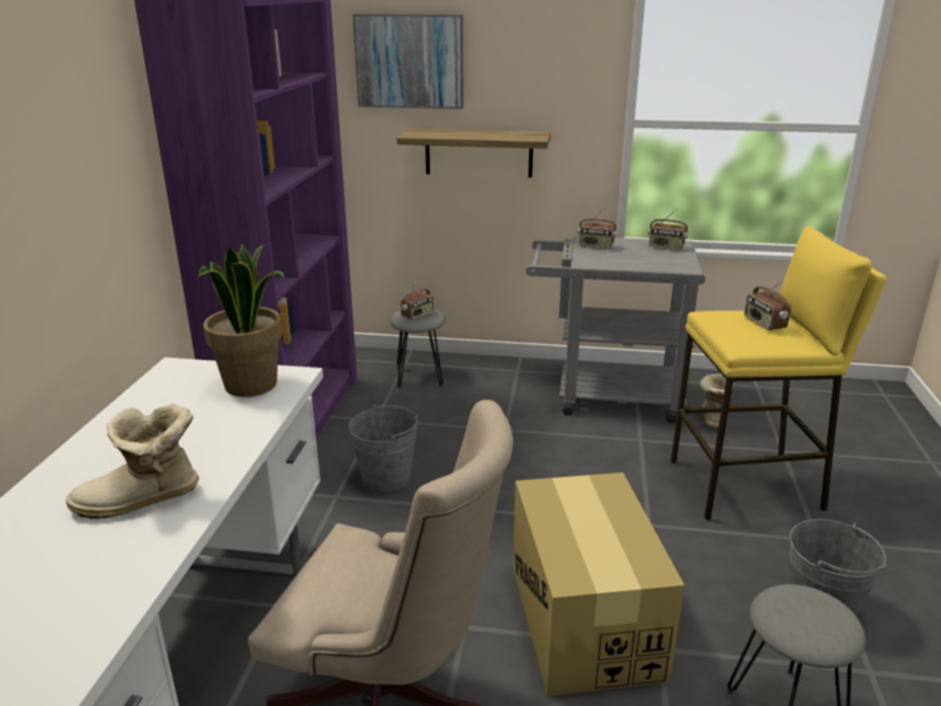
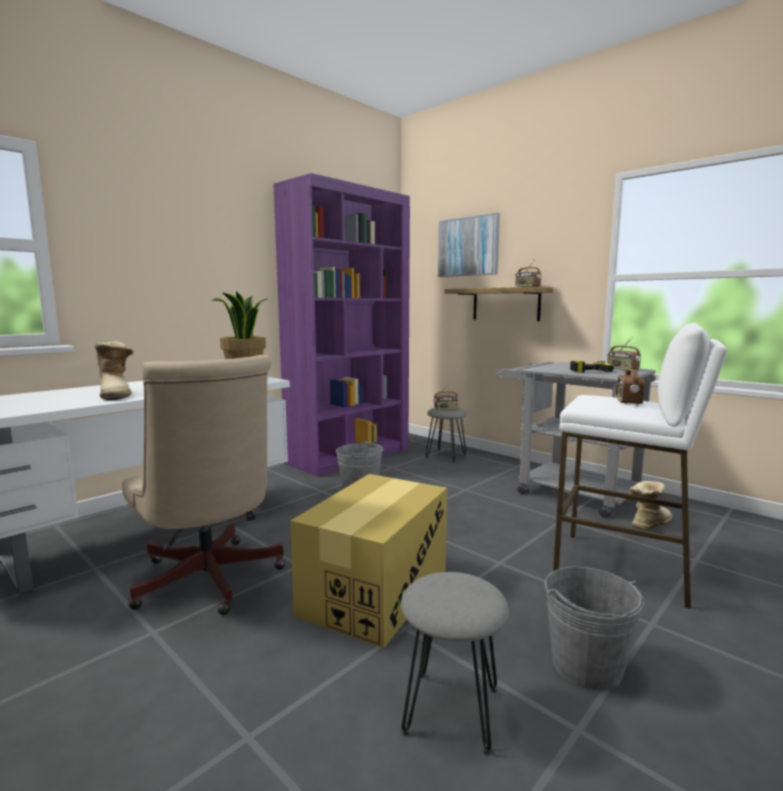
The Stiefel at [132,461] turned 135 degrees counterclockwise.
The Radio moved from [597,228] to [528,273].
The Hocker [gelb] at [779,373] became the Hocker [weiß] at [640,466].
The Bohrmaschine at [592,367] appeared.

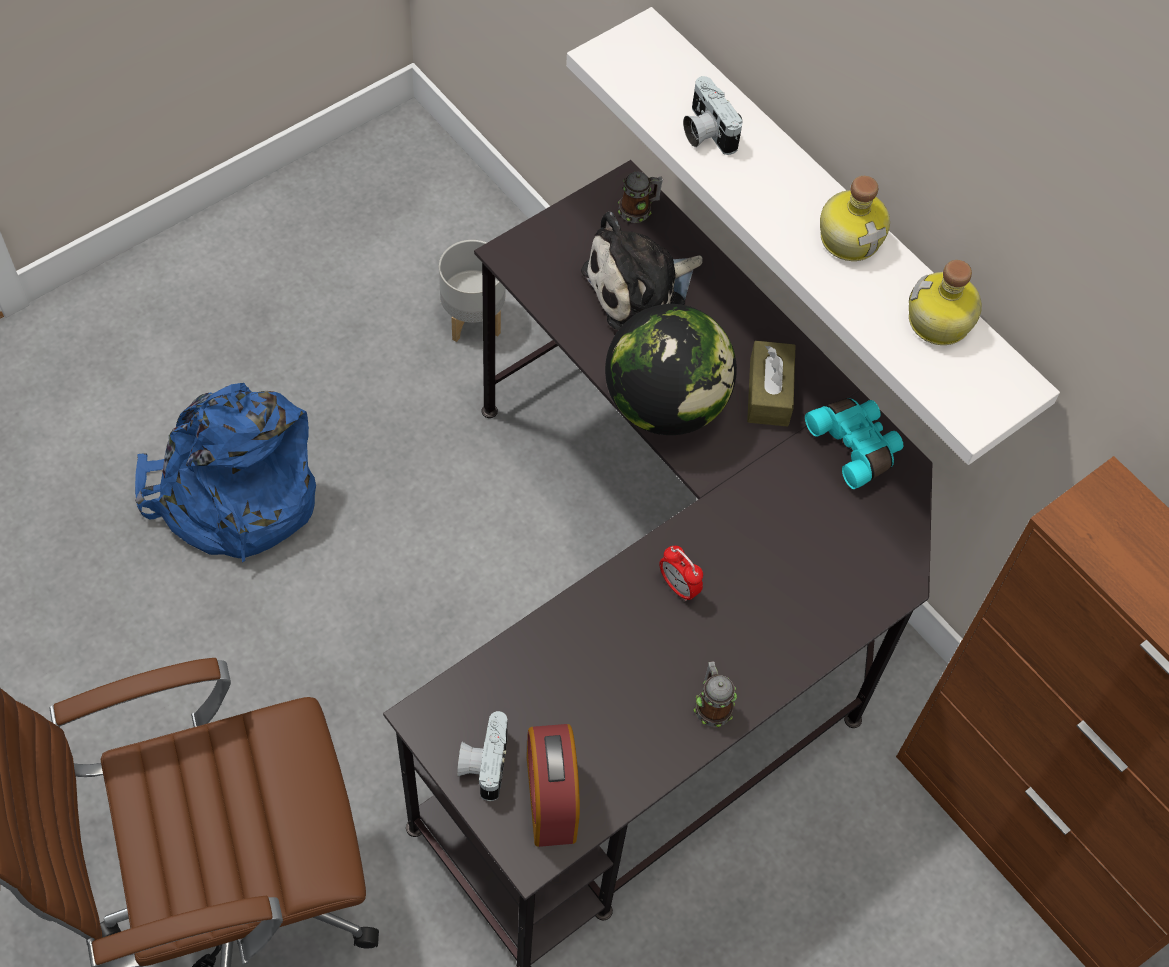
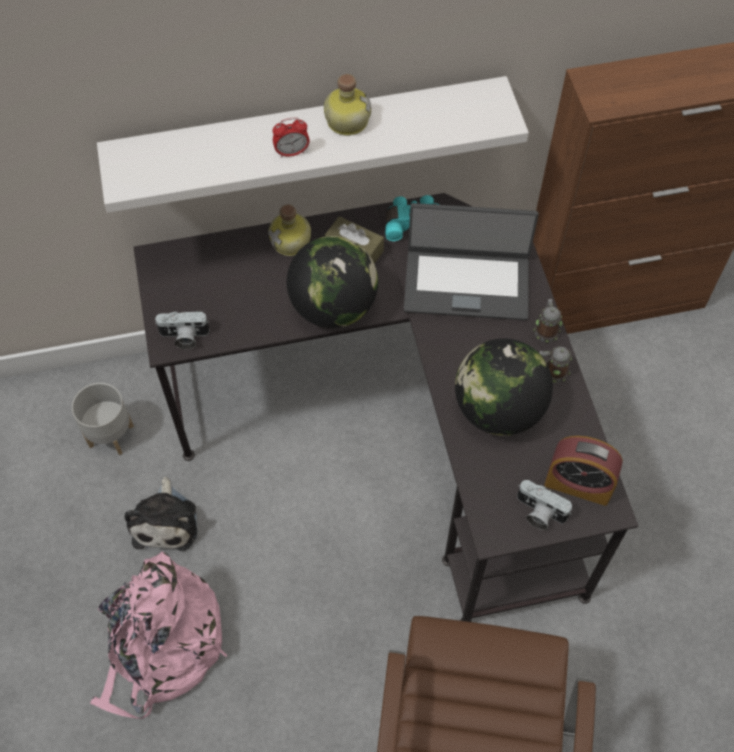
The Rucksack [blau] at [225,472] became the Rucksack [rosa] at [158,635].
The Plüschtier moved from [642,271] to [161,514].
The Kamera moved from [713,115] to [182,330].
The Flasche moved from [945,302] to [289,230].
The Wecker moved from [681,573] to [291,137].
The Laptop at [471,261] appeared.
The Globus at [504,387] appeared.
The Henkelbecher moved from [640,197] to [547,321].

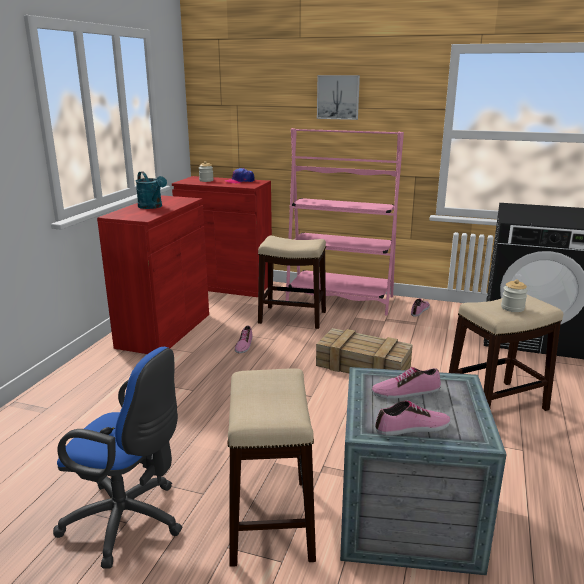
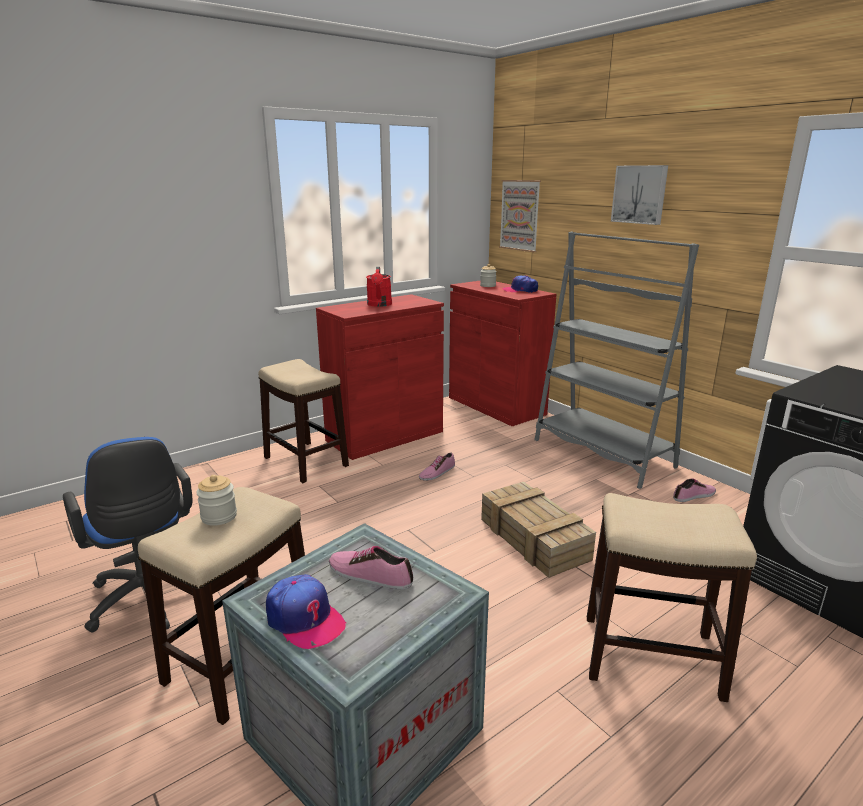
The Vorratsglas moved from [514,295] to [216,500].
The Hocker moved from [292,282] to [303,421].
The Schuh at [413,418] was replaced by the Kappe at [306,611].
The Gießkanne [türkis] at [151,190] became the Gießkanne [rot] at [379,287].
The Bild at [520,216] appeared.
The Bücherregal [rosa] at [345,222] became the Bücherregal [grau] at [616,360].

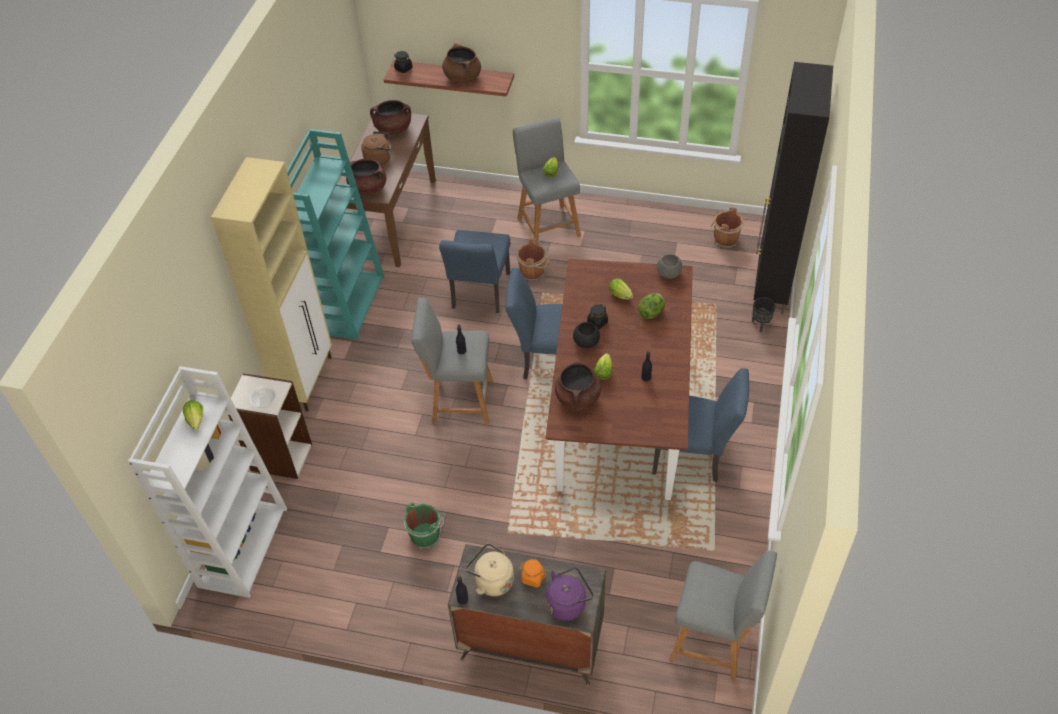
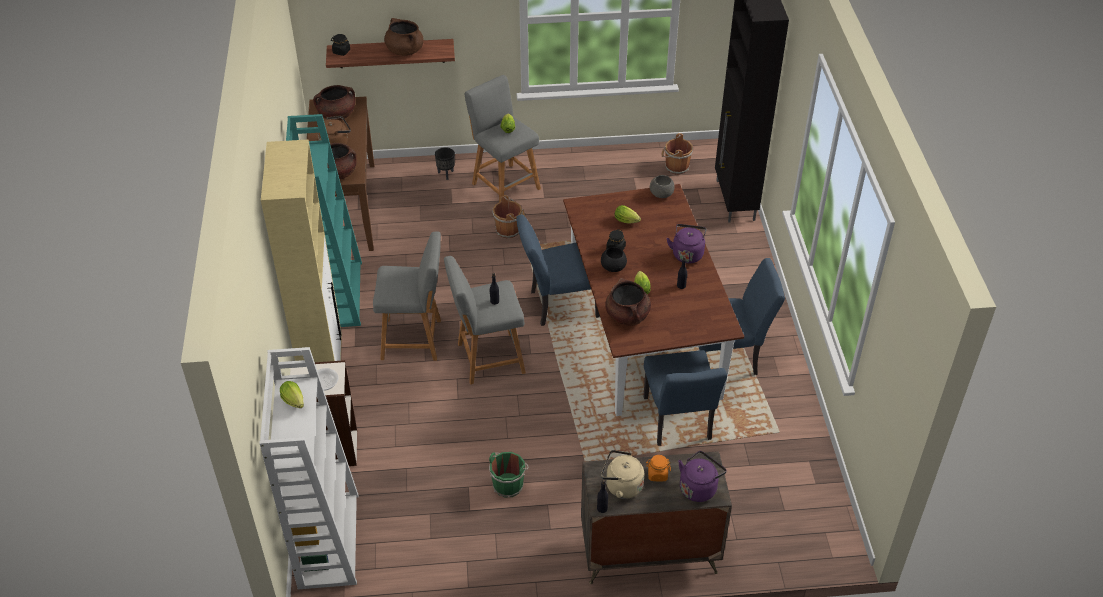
The Hocker [grau] moved from [723,615] to [407,296].
The Pflanzkübel [schwarz] moved from [764,314] to [445,163].
The Stuhl [blau] moved from [474,271] to [685,398].
The Wasserkessel [lila] at [686,243] appeared.
The Salatkopf at [651,306] disappeared.

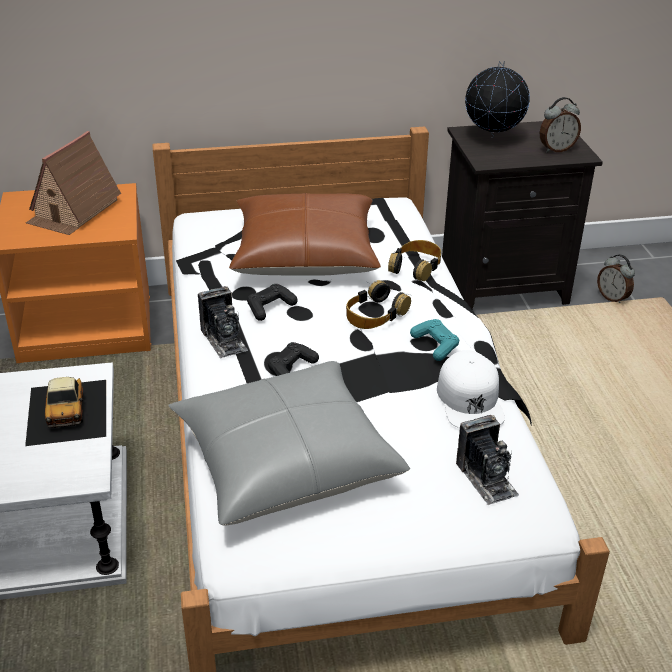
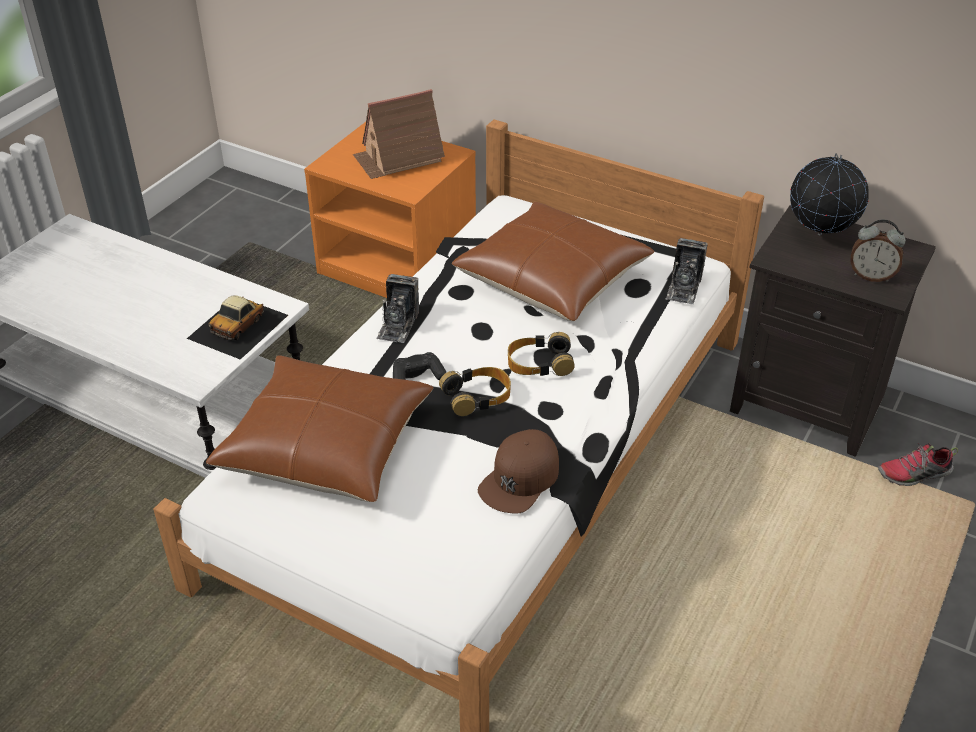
The Kissen [grau] at [289,443] became the Kissen [braun] at [319,428].
The Kopfhörer moved from [414,260] to [475,391].
The Kappe [weiß] at [471,389] became the Kappe [braun] at [518,471].
The Kamera moved from [487,460] to [687,271].
The Wecker at [616,278] was replaced by the Schuh at [918,464].
The Gamepad [schwarz] at [272,302] disappeared.
The Gamepad [türkis] at [434,340] disappeared.

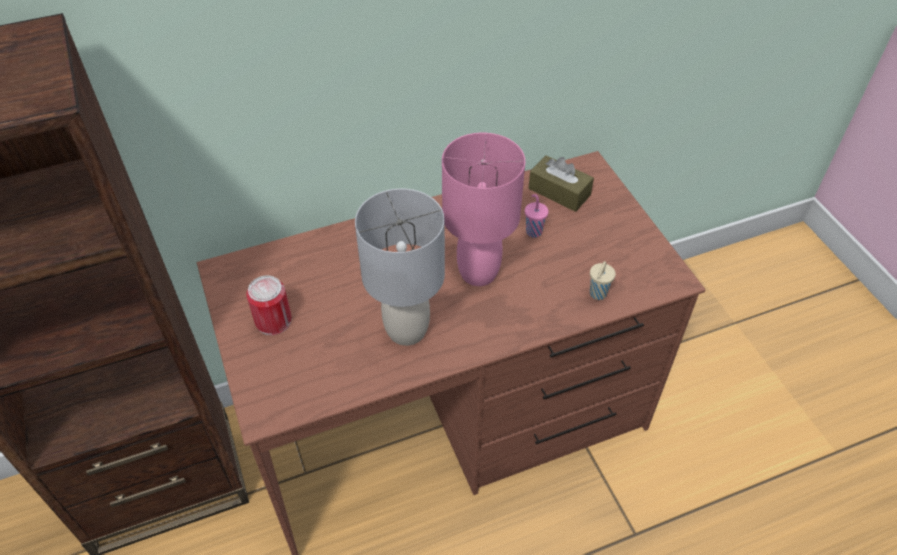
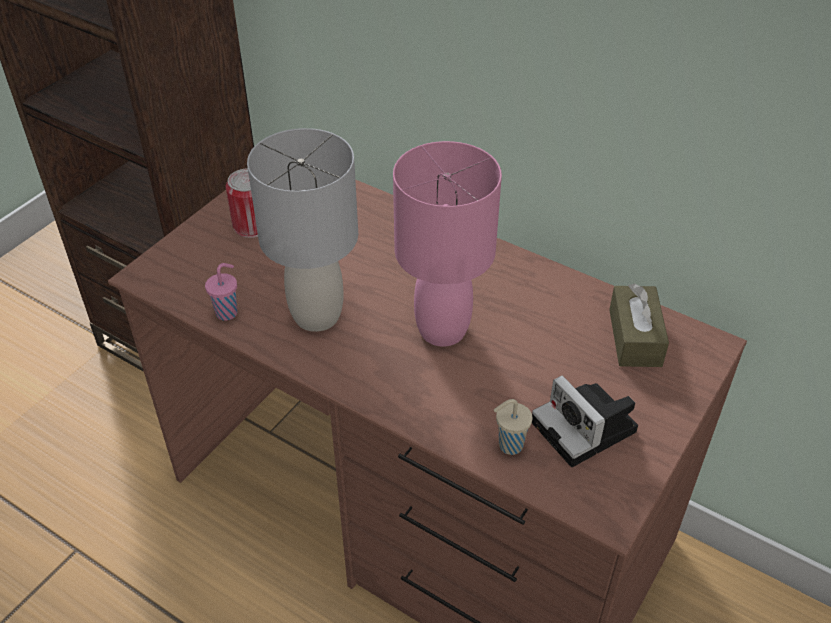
The Tasse [rosa] moved from [537,216] to [221,292].
The Kamera at [585,421] appeared.

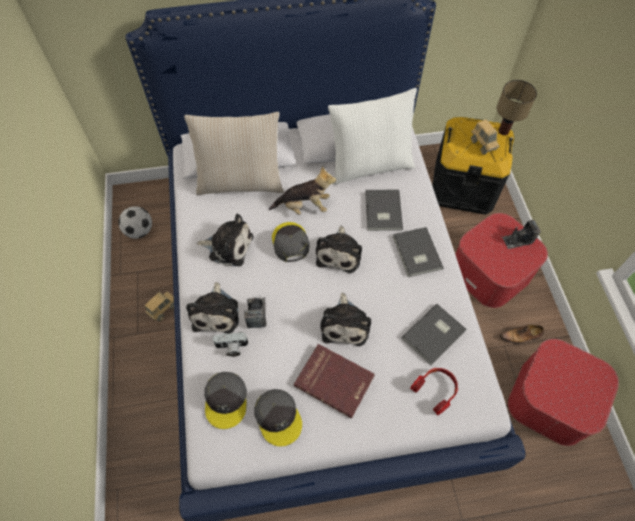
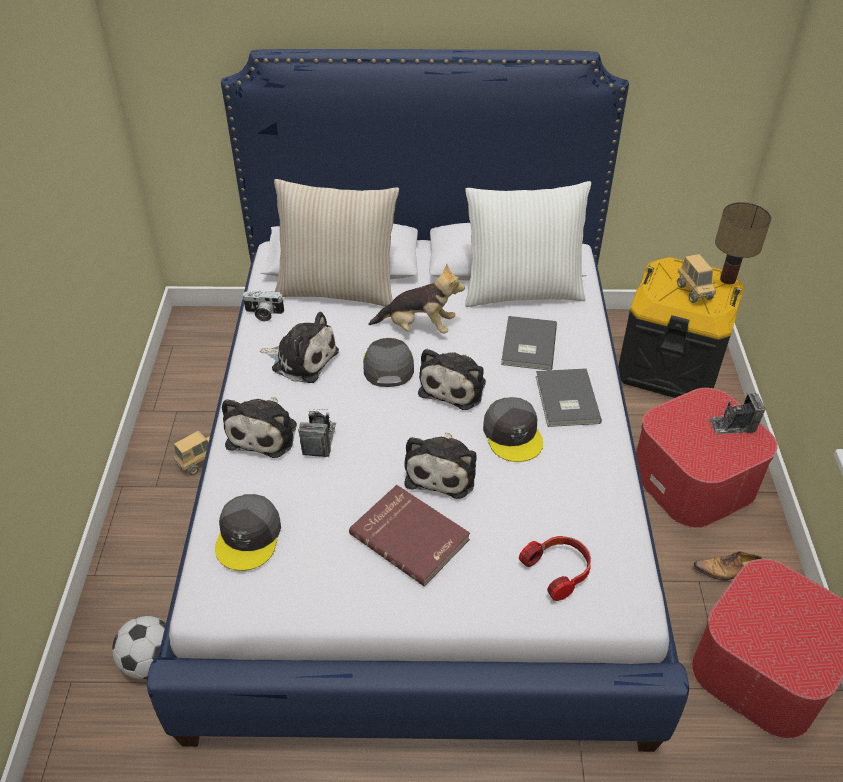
The Fußball moved from [135,222] to [139,647].
The Kamera moved from [230,344] to [263,306].
The Kappe [grau] moved from [278,418] to [513,429].
The Buch [grau] at [434,334] disappeared.

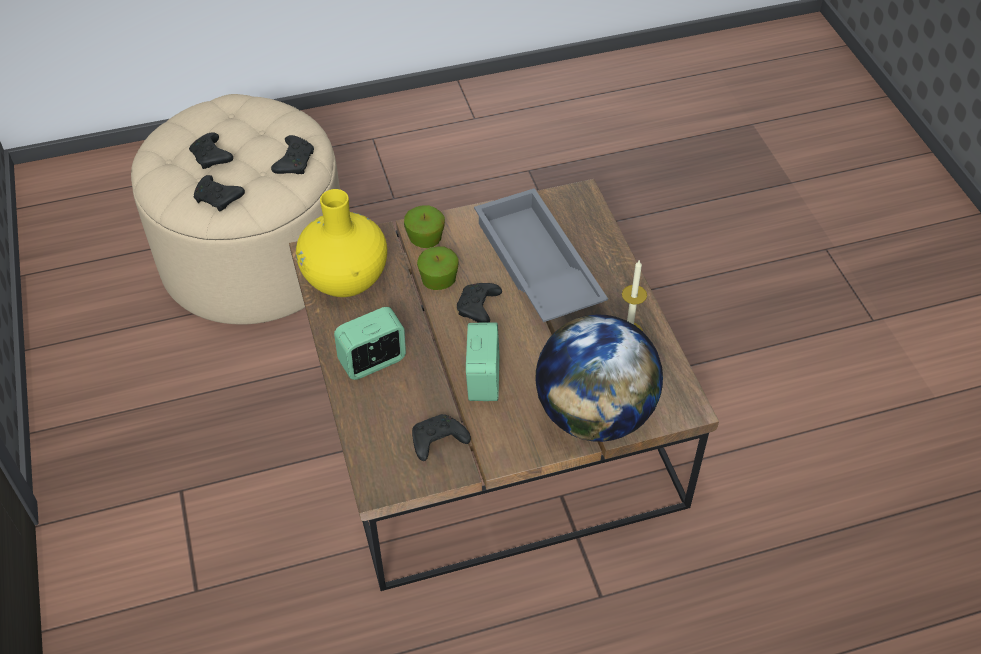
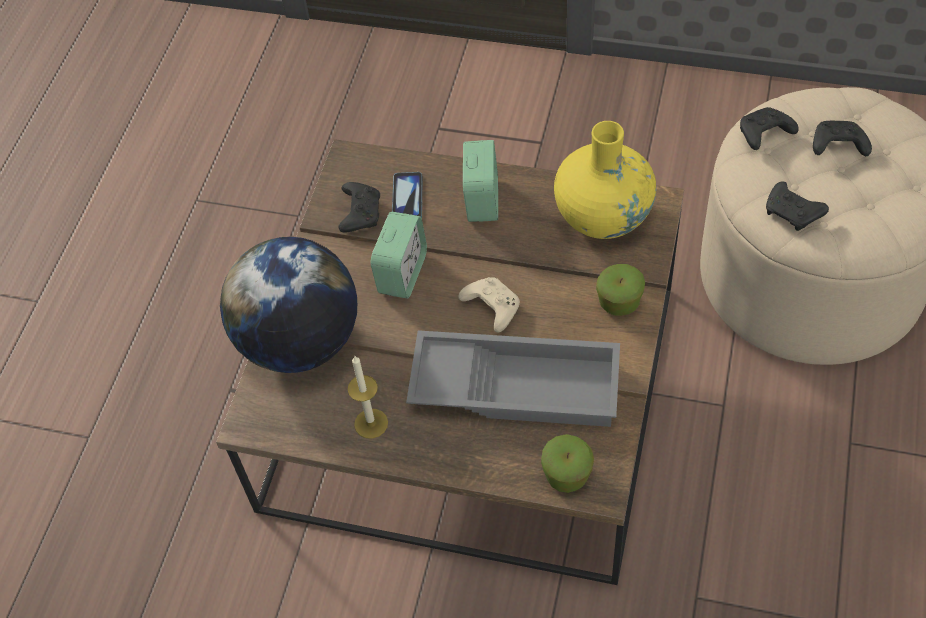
The Wecker at [482,361] turned 105 degrees counterclockwise.
The Handy at [407,195] appeared.
The Gamepad [schwarz] at [479,303] became the Gamepad [beige] at [489,305].
The Apfel moved from [438,268] to [567,463].

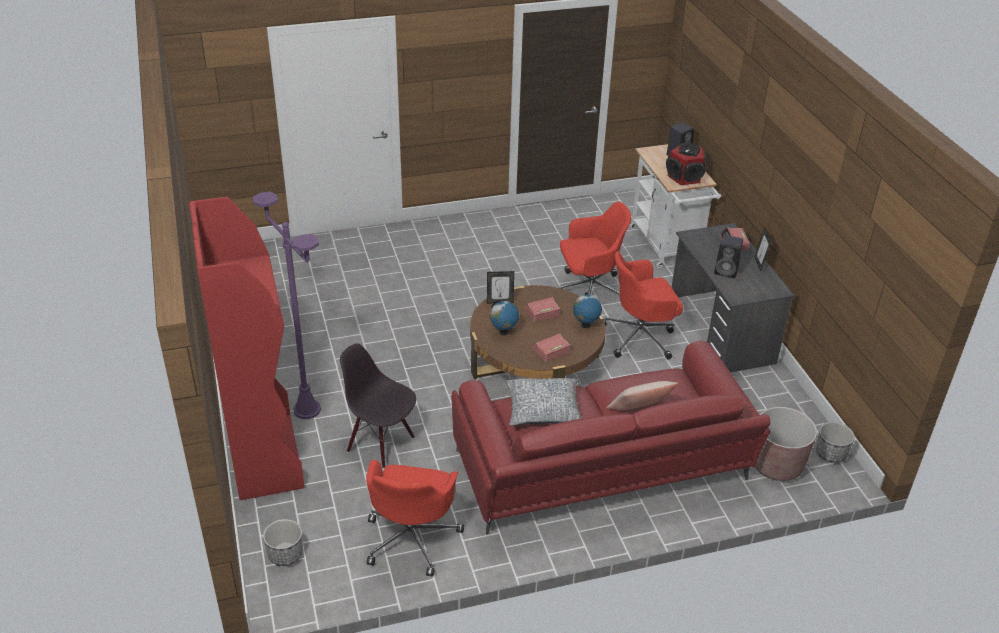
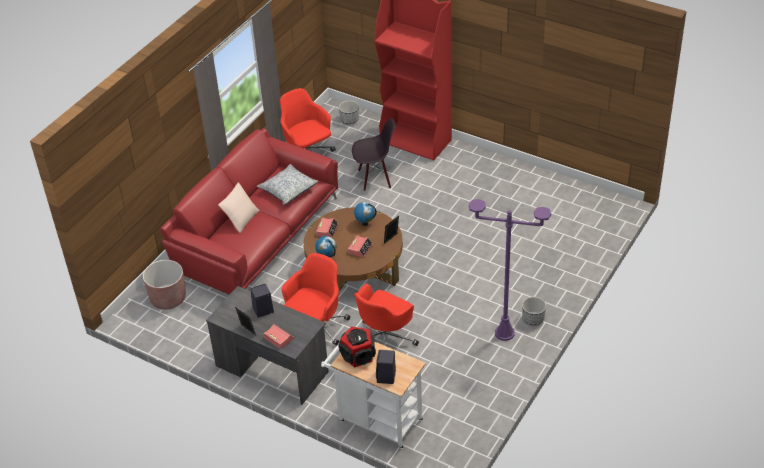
The Stehlampe [lila] moved from [287,305] to [510,270].
The Pflanzkübel moved from [835,442] to [534,311].

